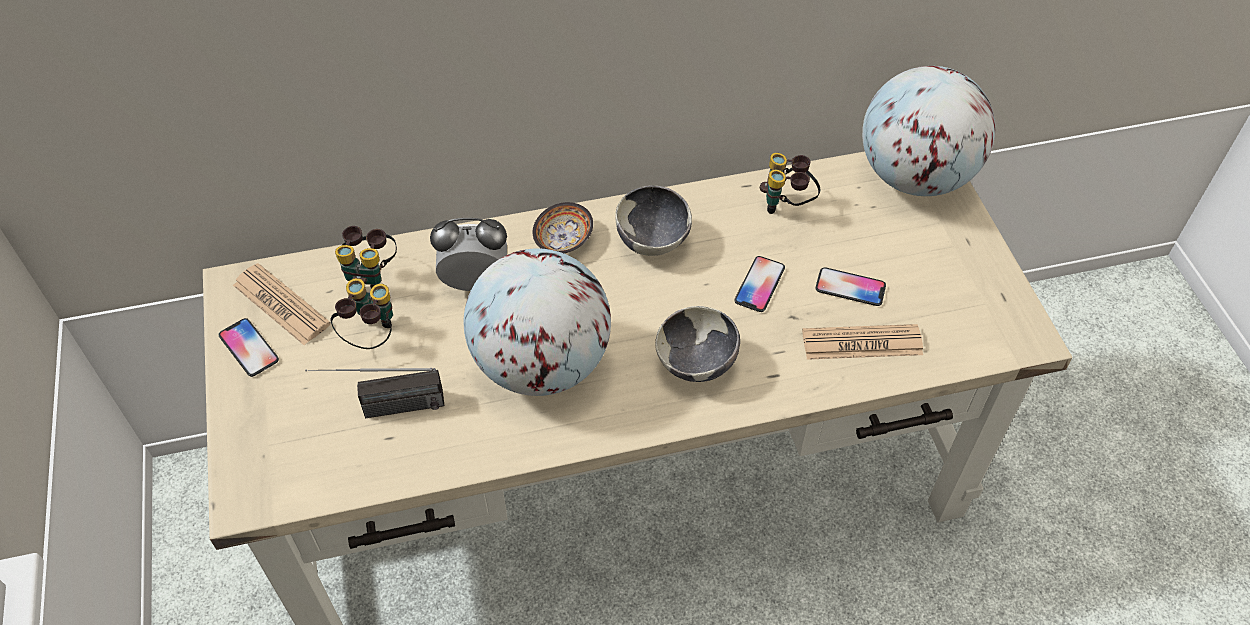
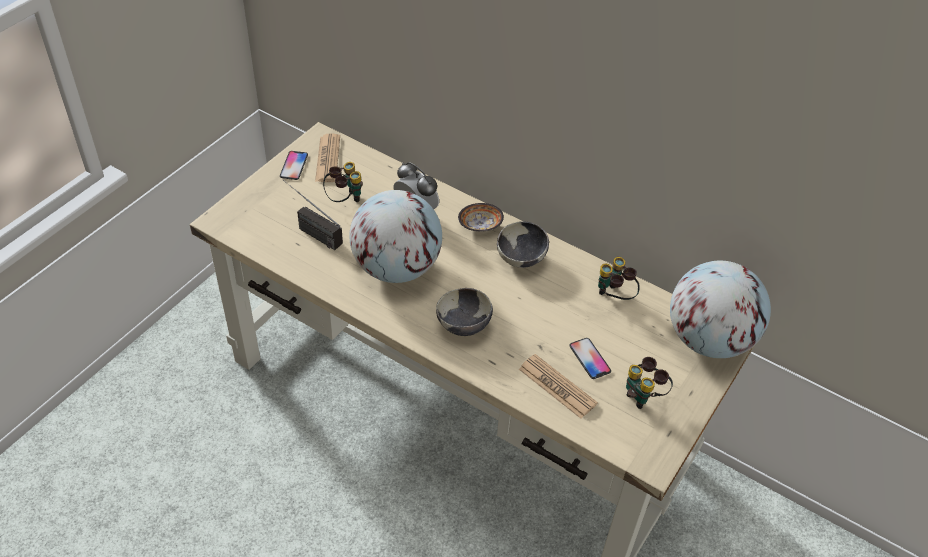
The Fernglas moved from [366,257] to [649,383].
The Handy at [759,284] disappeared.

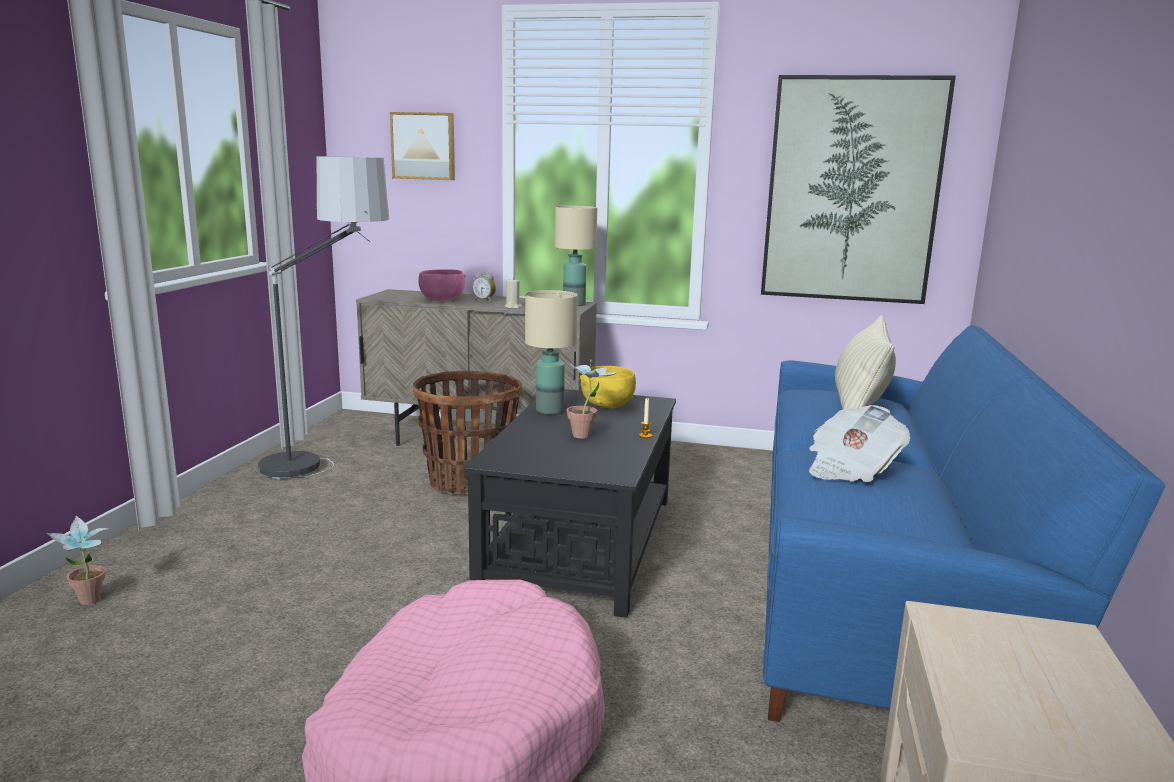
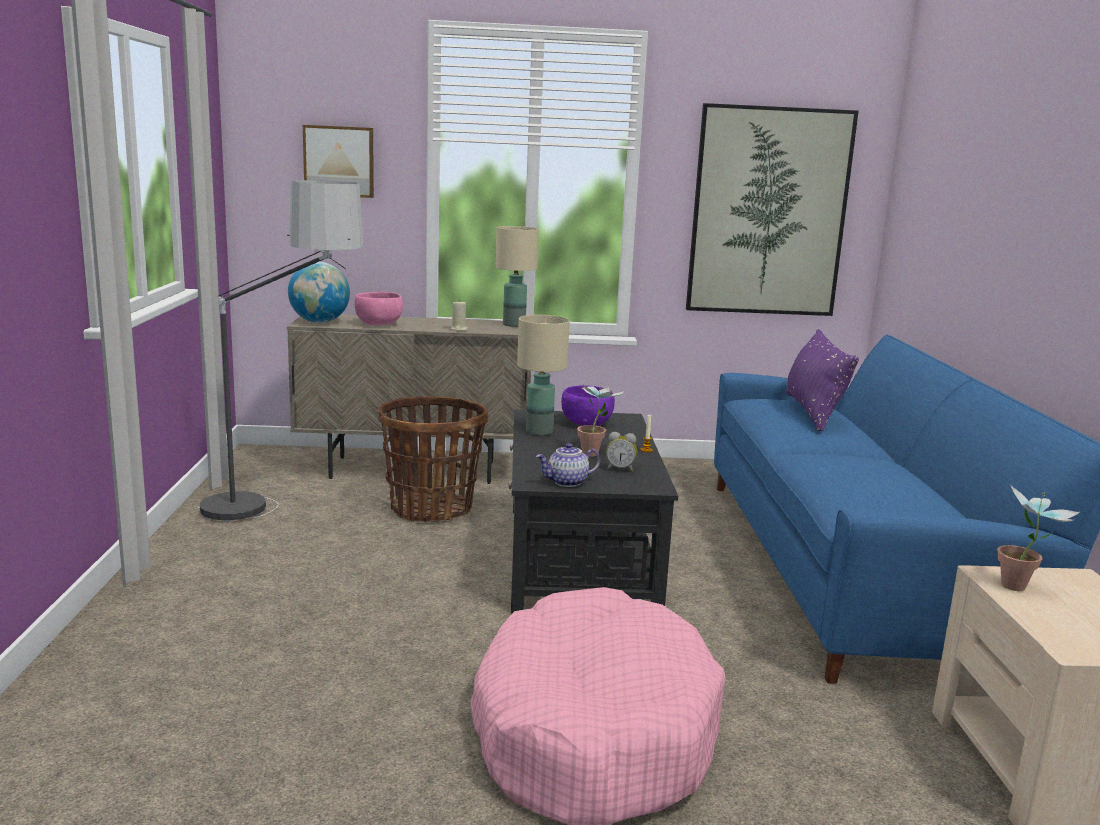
The Globus at [319,292] appeared.
The Teekanne at [568,465] appeared.
The Schüssel [gelb] at [608,387] became the Schüssel [lila] at [588,405].
The Wecker moved from [484,287] to [621,452].
The Kissen [beige] at [865,362] became the Kissen [lila] at [822,380].
The Topfpflanze moved from [78,560] to [1038,538].
The Zeitung at [859,443] disappeared.

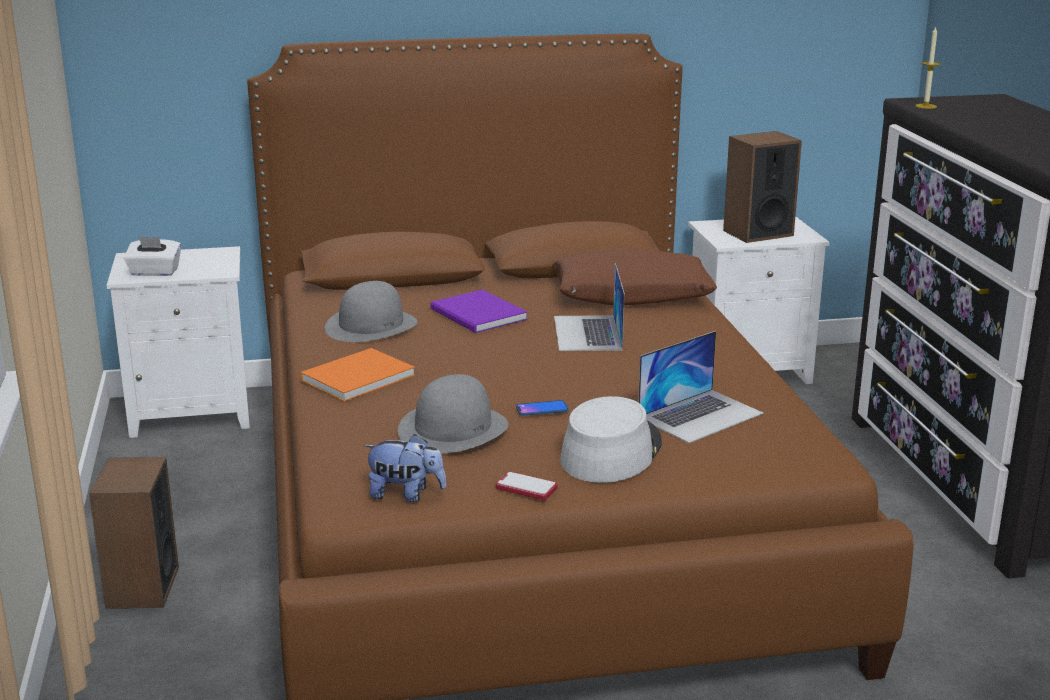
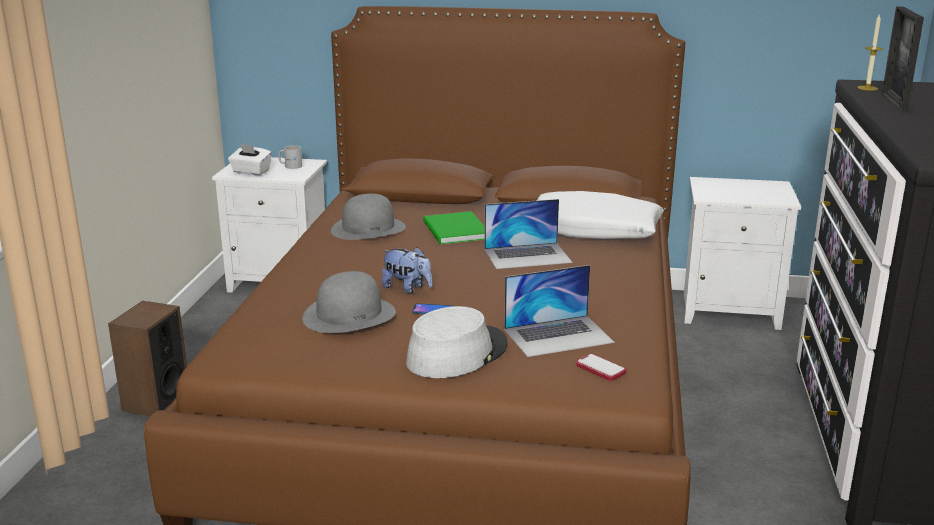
The Henkelbecher [weiß] at [290,157] appeared.
The Plüschtier moved from [404,468] to [407,270].
The Buch [lila] at [479,311] became the Buch [grün] at [454,227].
The Laptop at [589,307] turned 120 degrees counterclockwise.
The Kissen [braun] at [635,277] became the Kissen [weiß] at [600,215].
The Handy moved from [526,486] to [601,367].
The Bilderrahmen at [903,59] appeared.
The Buch [orange] at [357,375] disappeared.
The Lautsprecher at [762,187] disappeared.

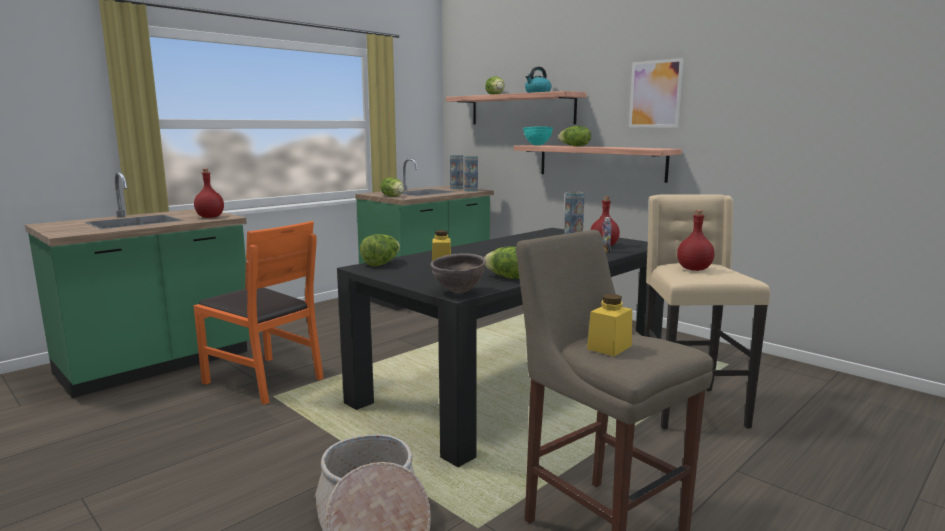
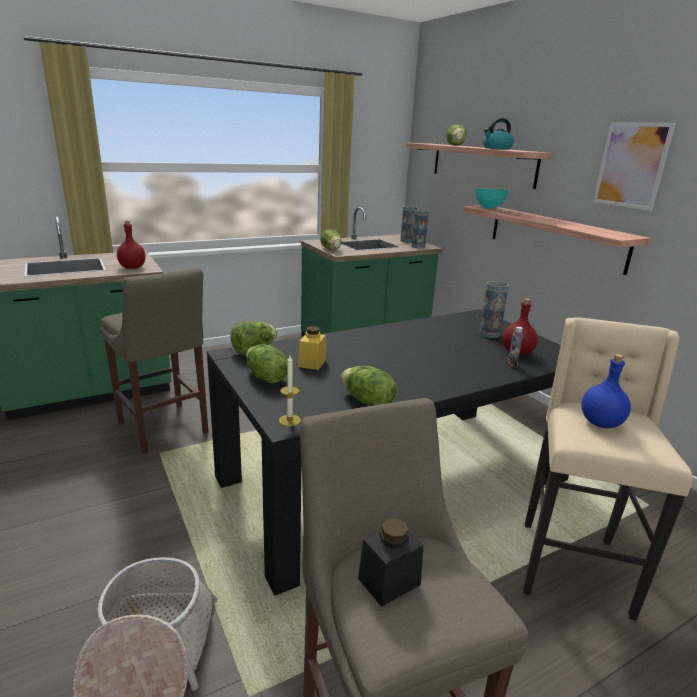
The Stuhl [orange] at [258,313] was replaced by the Hocker [beige] at [154,361].
The Salatkopf moved from [574,136] to [267,364].
The Schüssel [braun] at [458,273] was replaced by the Kerze at [290,391].
The Vorratsglas [gelb] at [609,325] became the Vorratsglas [schwarz] at [391,562].
The Flasche [rot] at [695,240] became the Flasche [blau] at [606,391].

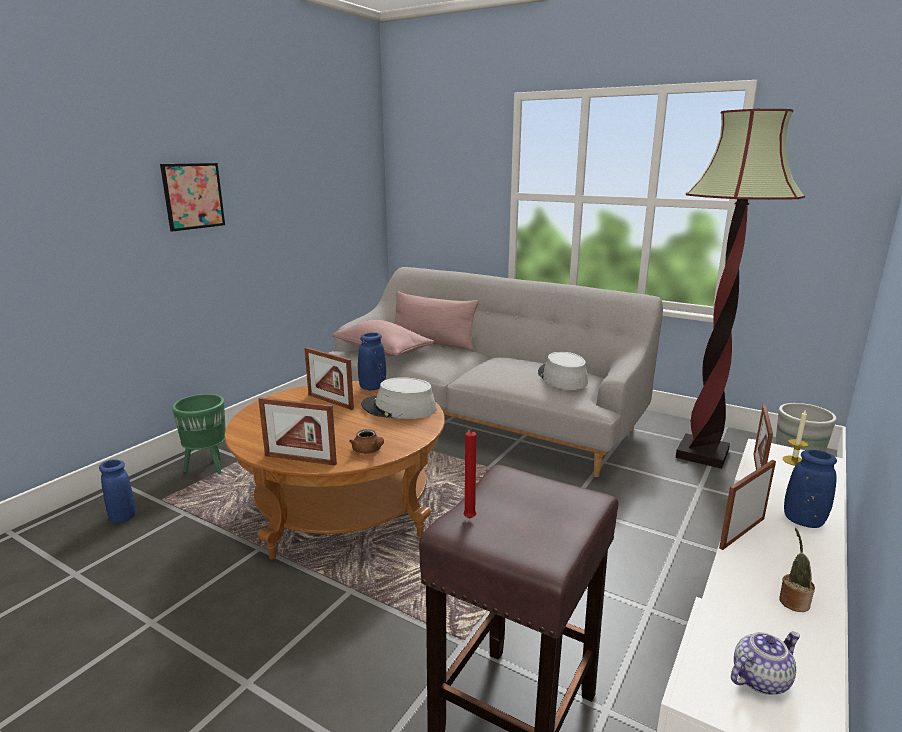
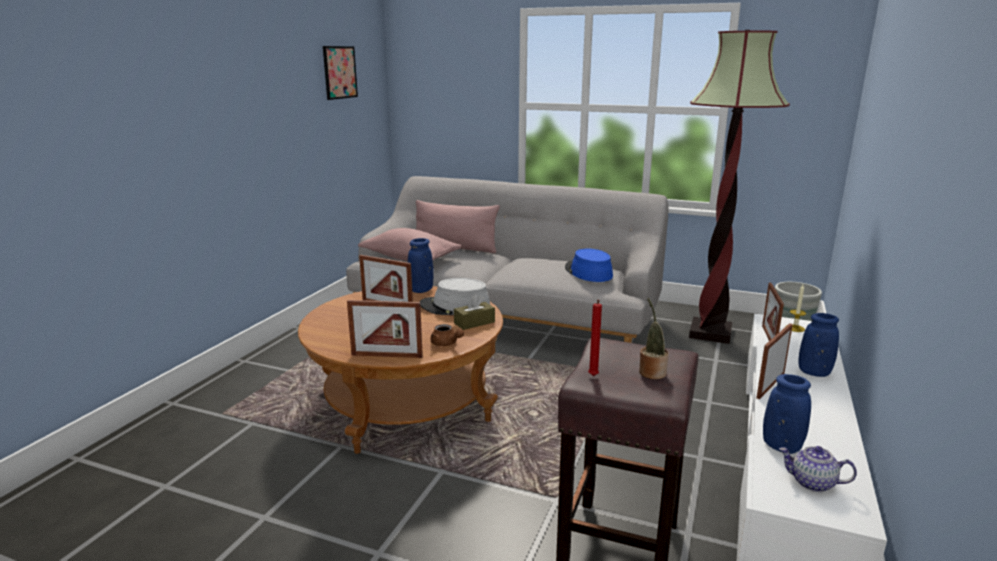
The Bild moved from [192,197] to [340,73].
The Taschentuchbox [braun] at [474,312] appeared.
The Hut [grau] at [563,371] became the Hut [blau] at [589,265].
The Topfpflanze moved from [797,570] to [654,338].
The Vase [blau] moved from [117,491] to [787,414].
The Teekanne at [765,663] turned 120 degrees counterclockwise.
The Pflanzkübel [grün] at [199,434] disappeared.

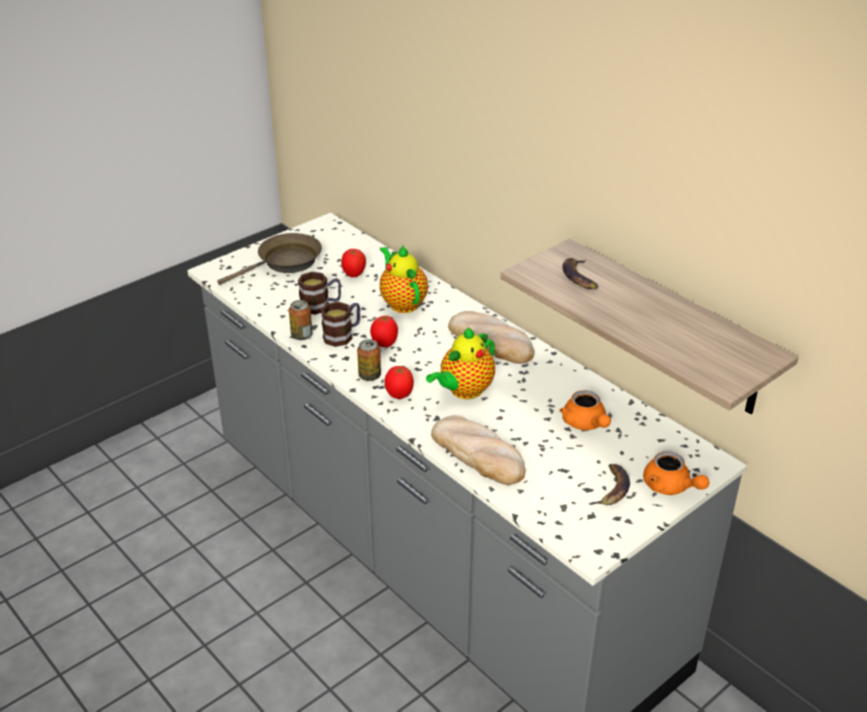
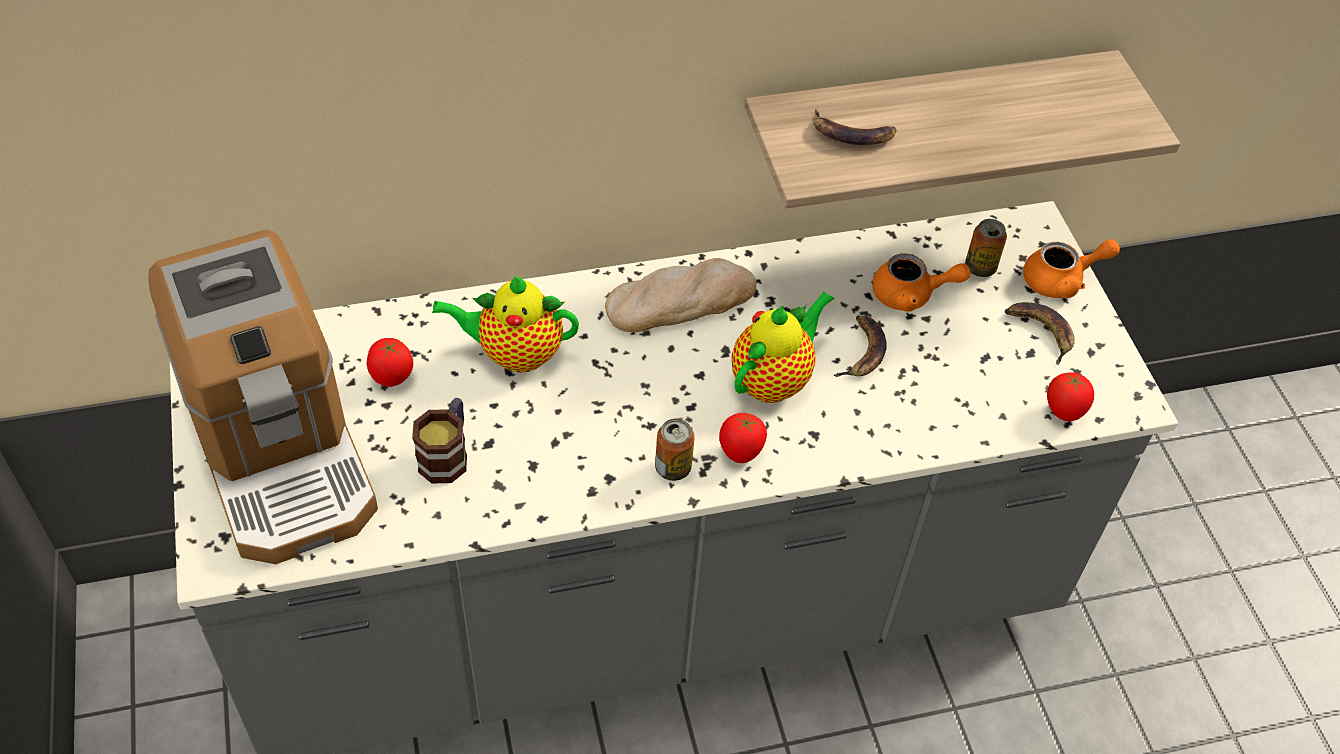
The Pfanne [braun] at [269,259] was replaced by the Kaffeemaschine at [263,397].
The Teekanne at [460,363] turned 120 degrees counterclockwise.
The Banane at [860,346] appeared.
The Dose moved from [300,320] to [986,248].
The Tomate moved from [384,331] to [1070,396].
The Henkelbecher at [340,324] disappeared.
The Brot at [478,450] disappeared.

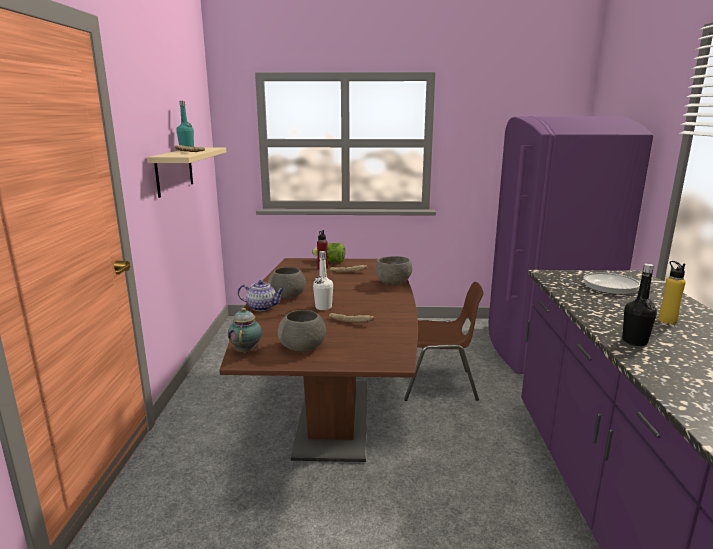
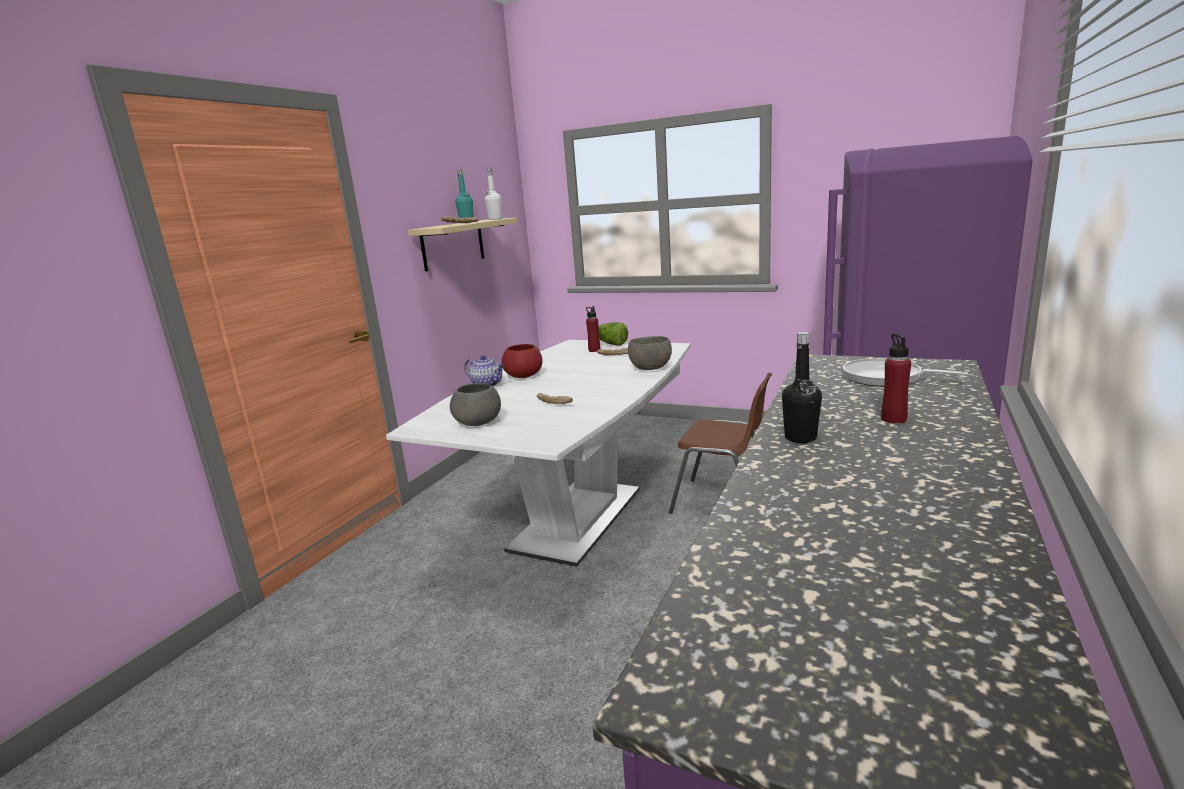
The Esstisch [braun] at [318,360] became the Esstisch [weiß] at [538,453].
The Flasche [weiß] moved from [323,280] to [493,194].
The Schüssel [grau] at [287,283] became the Schüssel [rot] at [521,361].
The Flasche [gelb] at [672,292] became the Flasche [rot] at [896,379].
The Teekanne at [245,331] disappeared.

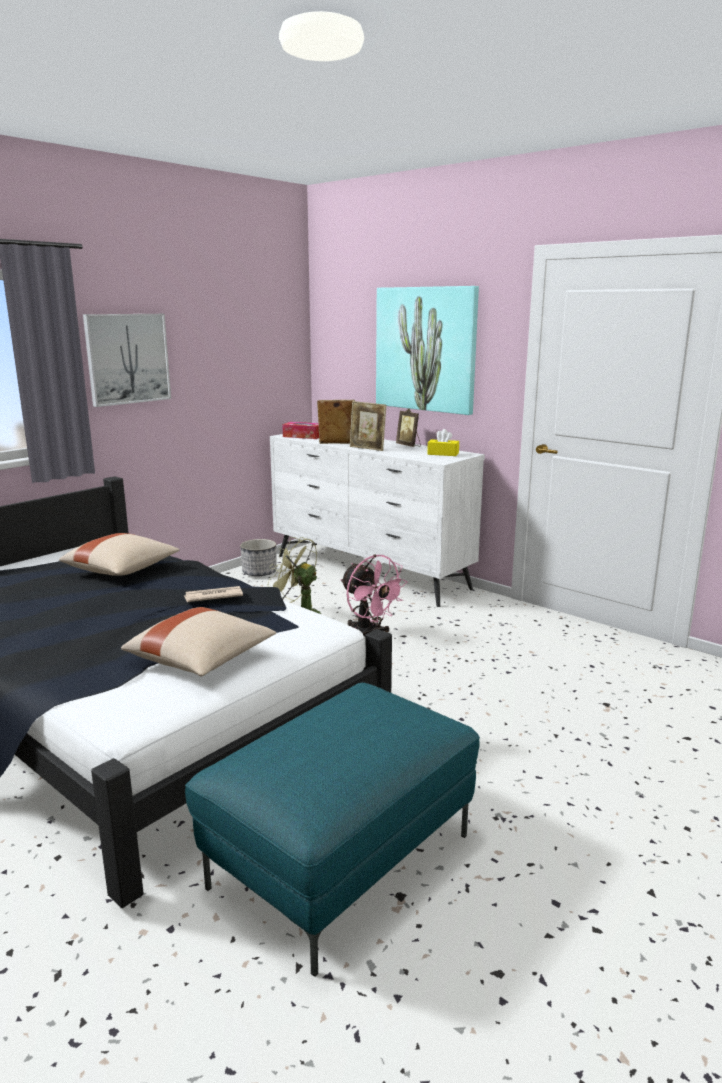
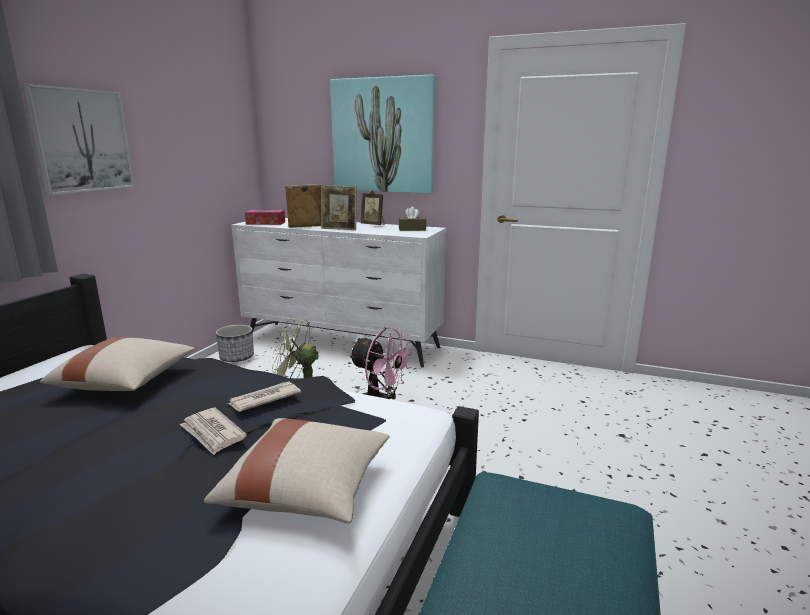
The Zeitung at [213,431] appeared.
The Taschentuchbox [gelb] at [443,442] became the Taschentuchbox [braun] at [412,218].

